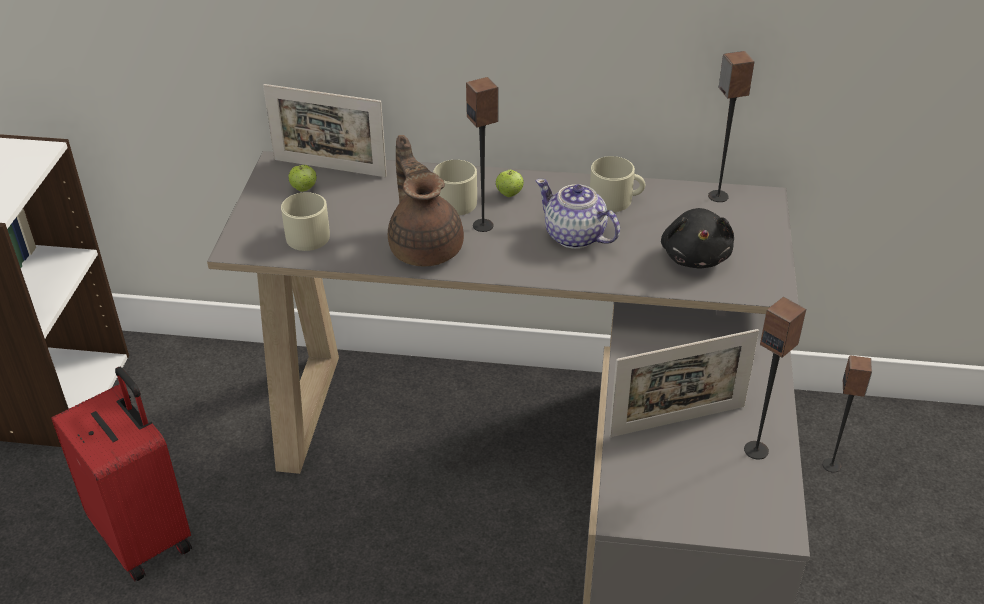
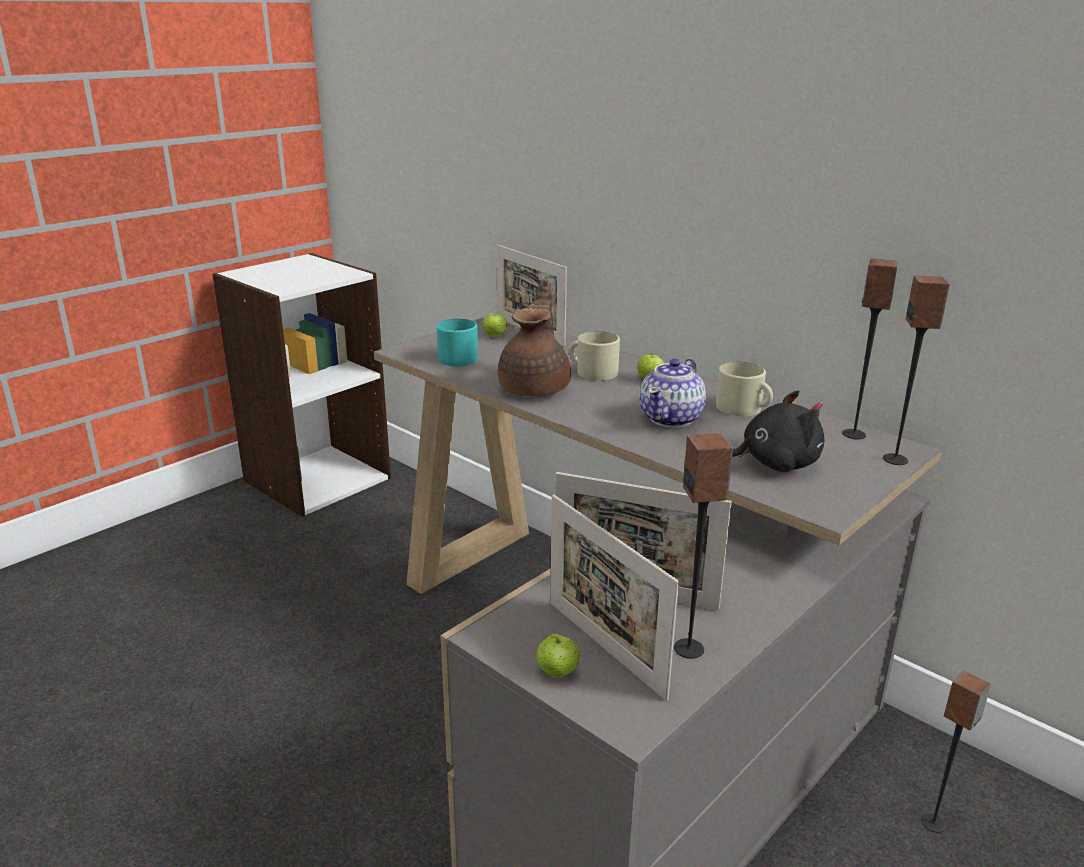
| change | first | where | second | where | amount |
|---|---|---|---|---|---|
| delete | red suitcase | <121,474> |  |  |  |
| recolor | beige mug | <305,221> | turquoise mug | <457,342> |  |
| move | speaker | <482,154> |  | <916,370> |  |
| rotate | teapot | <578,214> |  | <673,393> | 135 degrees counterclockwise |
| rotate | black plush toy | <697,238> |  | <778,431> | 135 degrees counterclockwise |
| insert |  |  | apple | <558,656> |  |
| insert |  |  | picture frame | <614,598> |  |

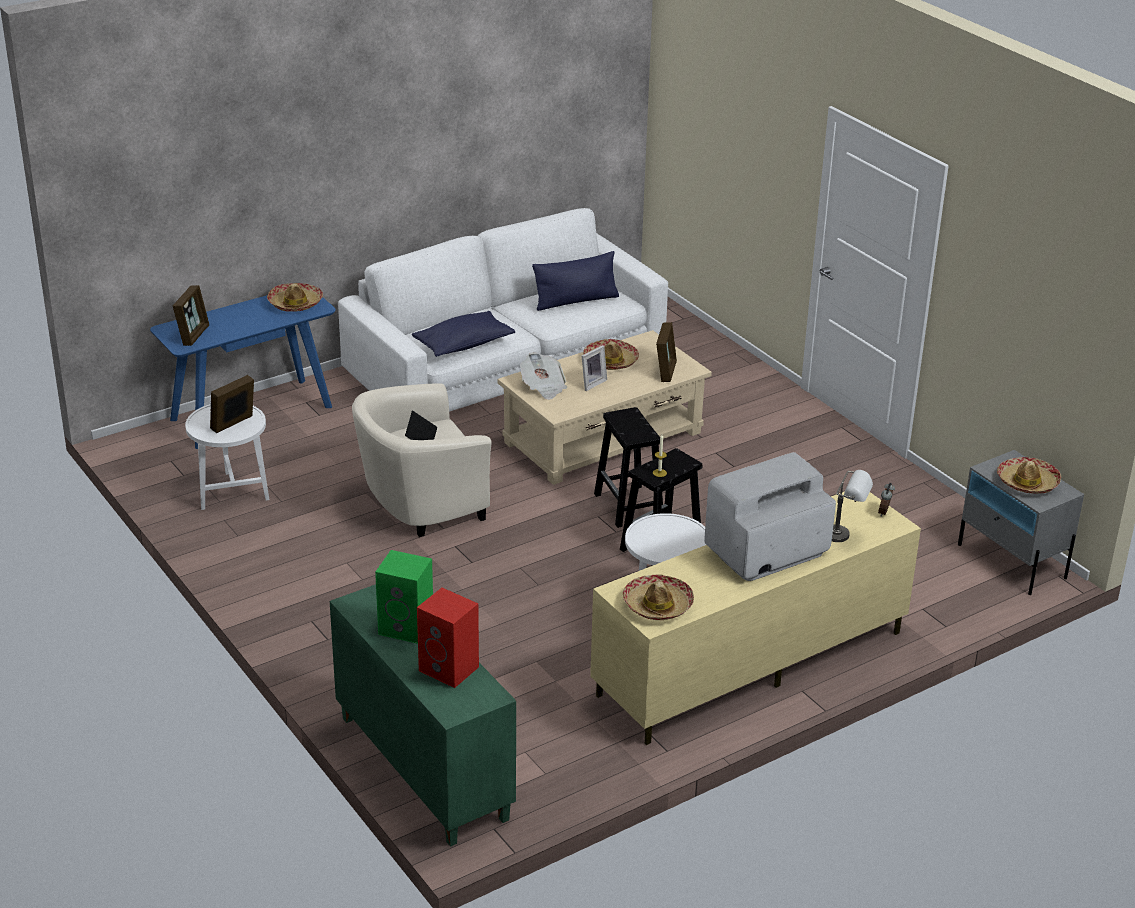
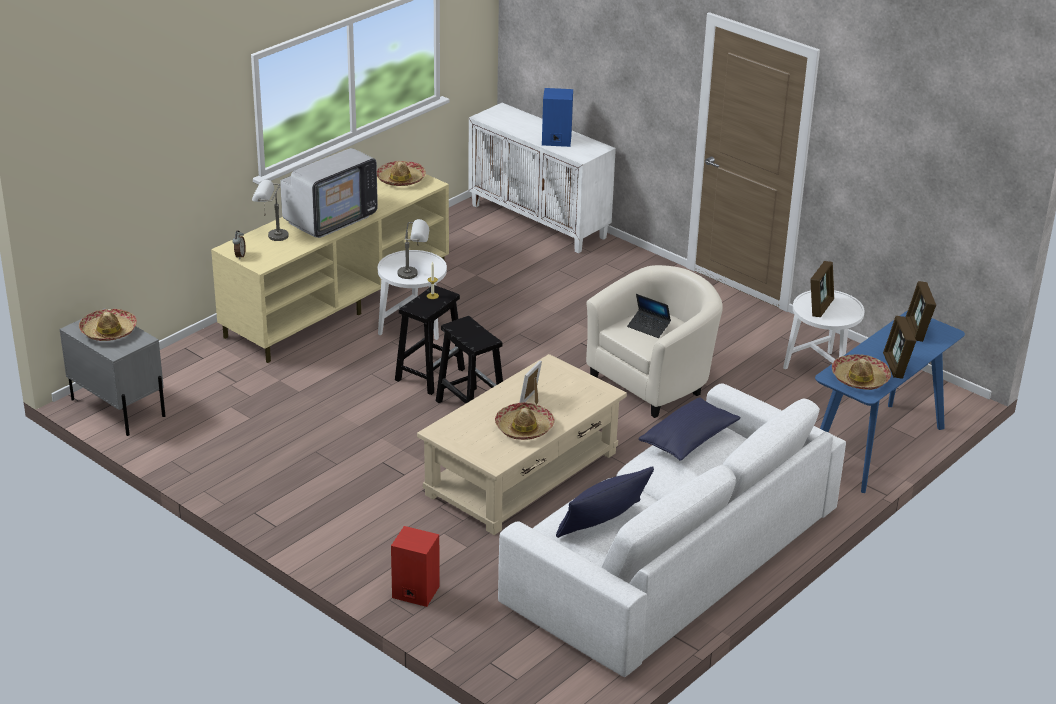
| change | first | where | second | where | amount |
|---|---|---|---|---|---|
| recolor | green cabinet | <423,715> | white cabinet | <542,178> |  |
| recolor | green speaker | <404,597> | blue speaker | <557,117> |  |
| move | red speaker | <448,638> |  | <415,566> |  |
| delete | newspaper | <543,376> |  |  |  |
| move | picture frame | <666,352> |  | <899,347> |  |
| insert |  |  | grey table lamp | <413,249> |  |

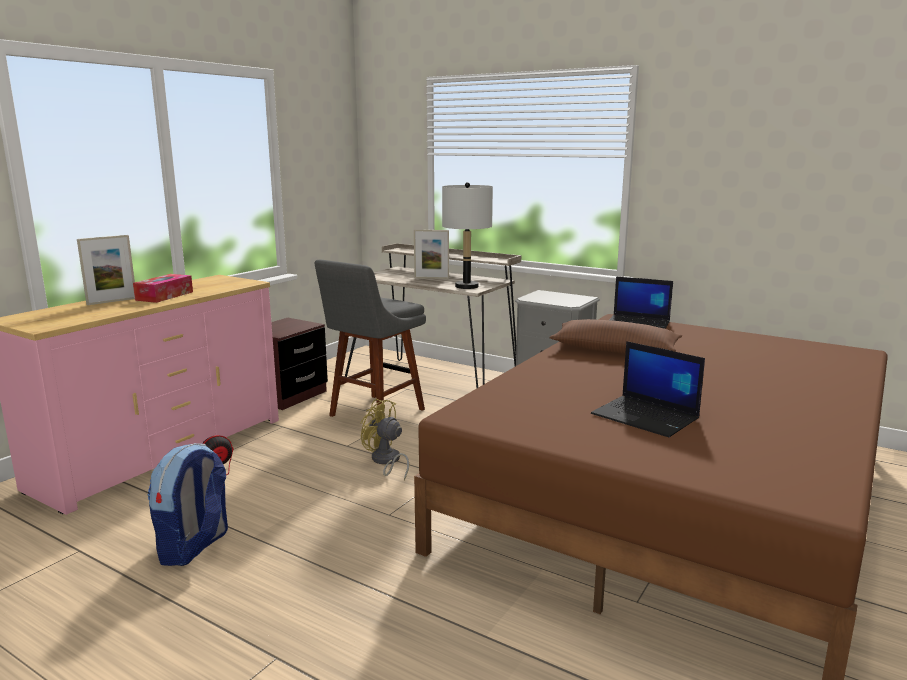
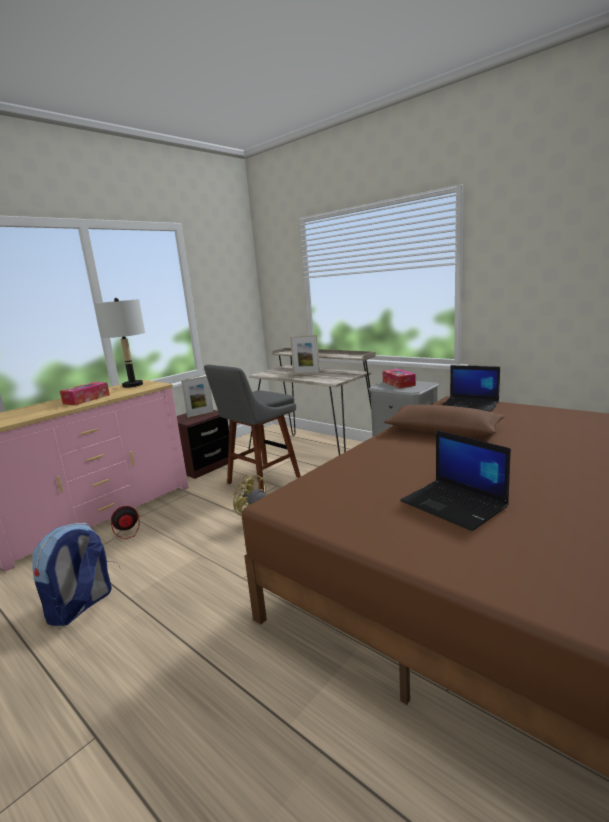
| change | first | where | second | where | amount |
|---|---|---|---|---|---|
| move | picture frame | <106,270> |  | <197,397> |  |
| move | grey table lamp | <467,235> |  | <119,343> |  |
| insert |  |  | tissue box | <399,378> |  |

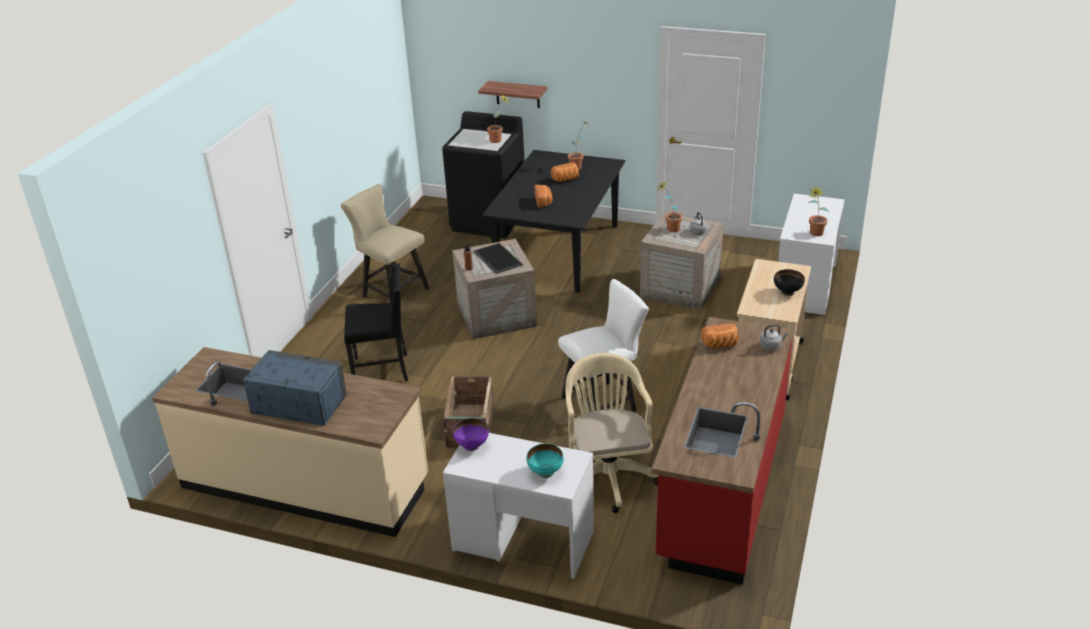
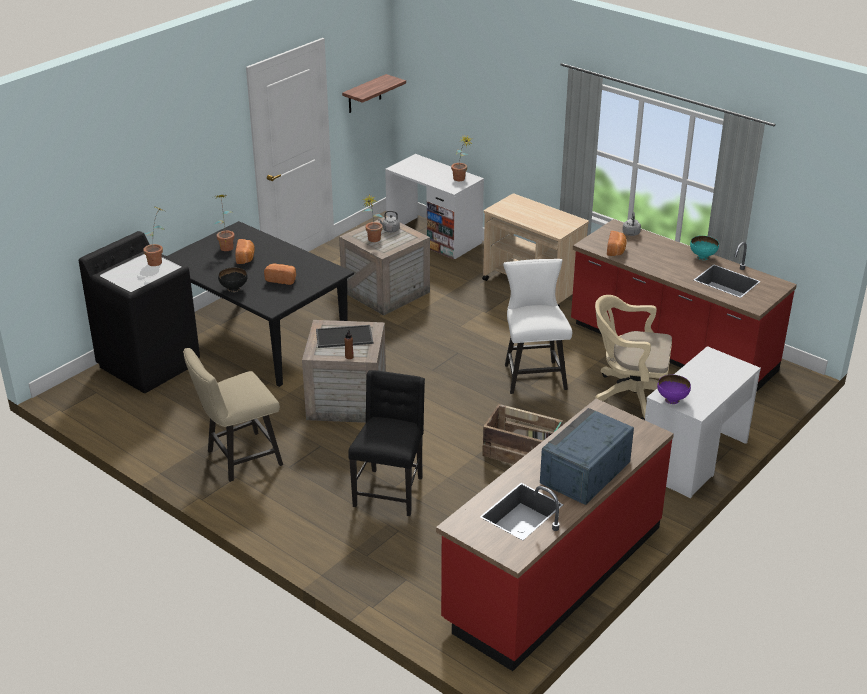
| change | first | where | second | where | amount |
|---|---|---|---|---|---|
| recolor | beige counter | <290,442> | red counter | <555,535> |  |
| move | shelf | <512,94> |  | <374,93> |  |
| move | turquoise bowl | <545,461> |  | <704,248> |  |
| move | black bowl | <789,282> |  | <233,279> |  |

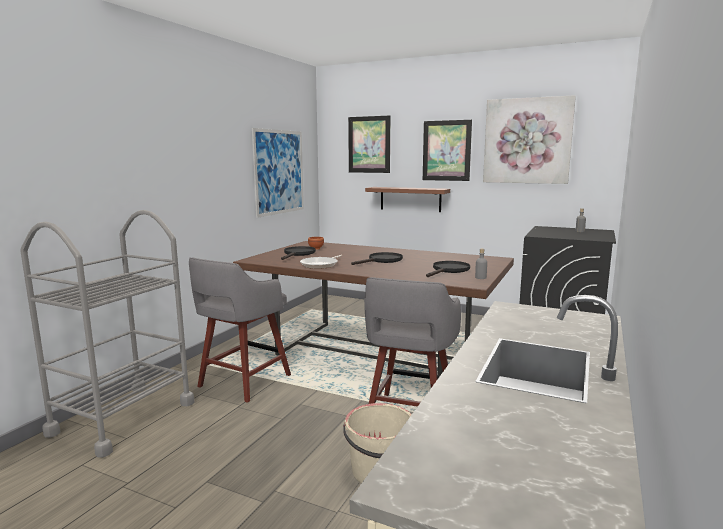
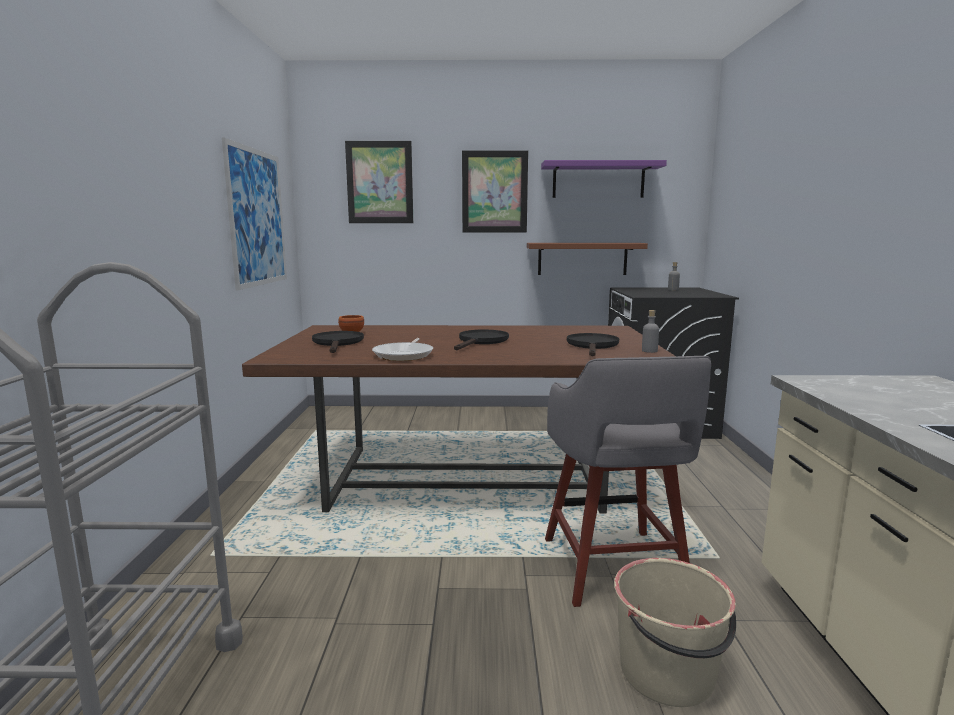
| change | first | where | second | where | amount |
|---|---|---|---|---|---|
| delete | grey stool | <240,330> |  |  |  |
| move | brown shelf | <407,199> |  | <587,259> |  |
| replace | picture | <529,139> | purple shelf | <604,179> |  |

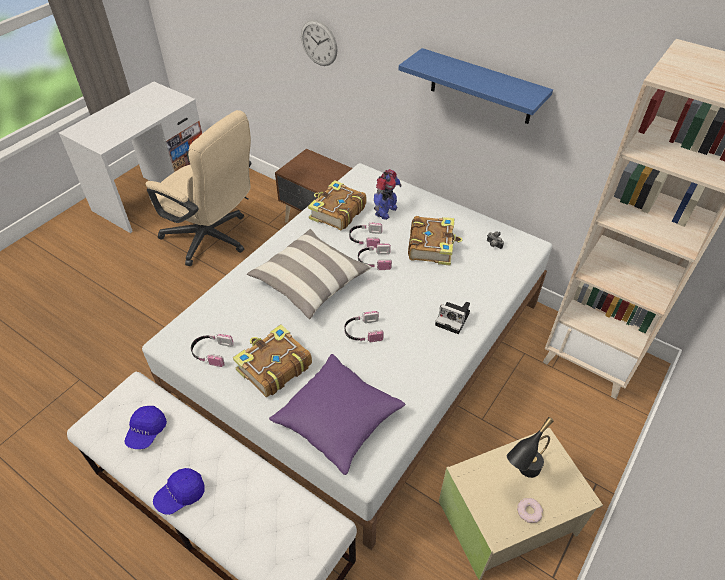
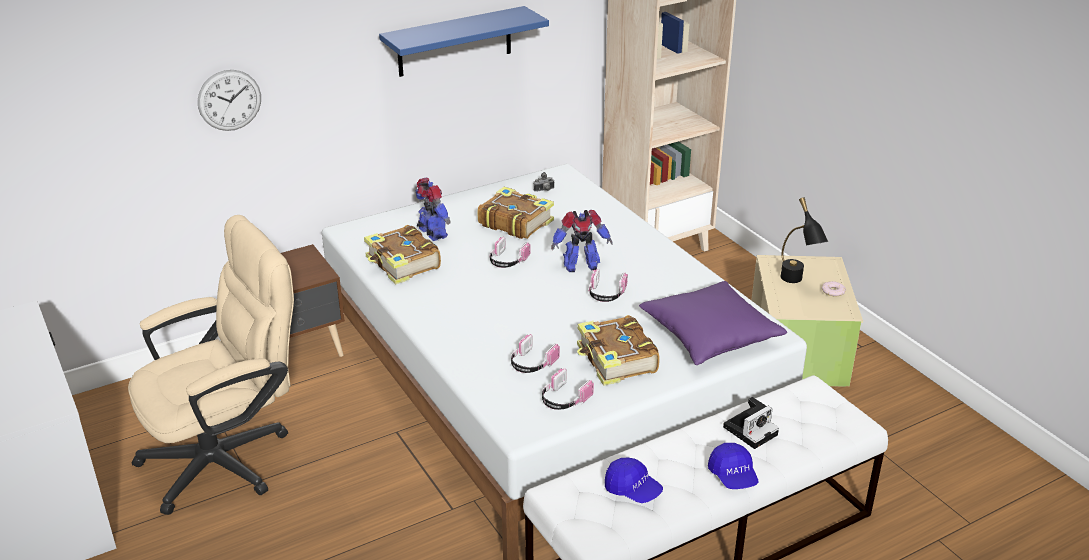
| change | first | where | second | where | amount |
|---|---|---|---|---|---|
| delete | pillow | <309,274> |  |  |  |
| move | headphones | <365,235> |  | <535,353> |  |
| move | photo camera | <452,317> |  | <751,423> |  |
| insert |  |  | toy robot | <582,241> |  |

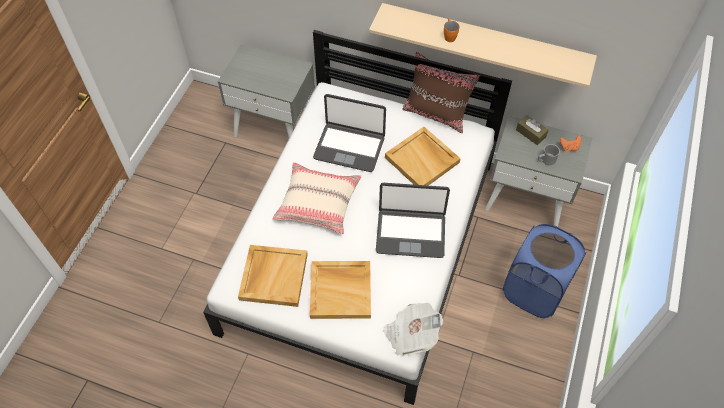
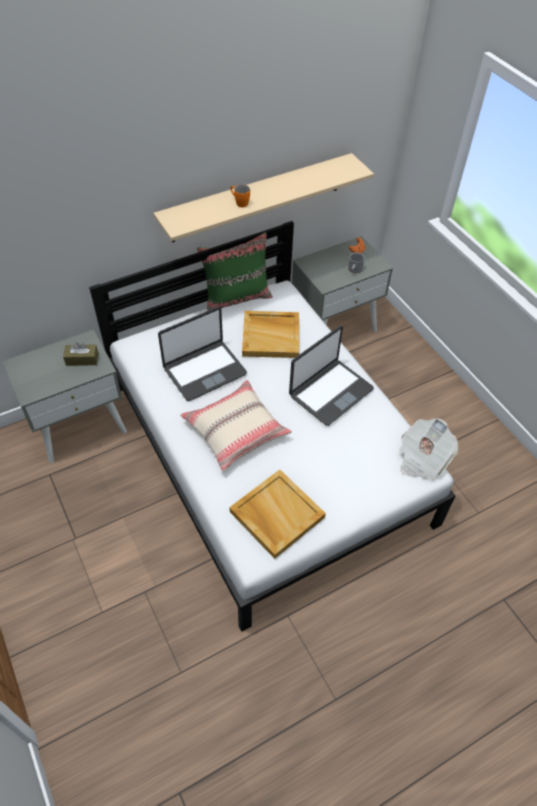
| change | first | where | second | where | amount |
|---|---|---|---|---|---|
| delete | beige tray | <340,290> |  |  |  |
| recolor | brown pillow | <441,92> | green pillow | <235,271> |  |
| delete | blue laundry basket | <544,271> |  |  |  |
| move | brown tissue box | <532,130> |  | <80,354> |  |

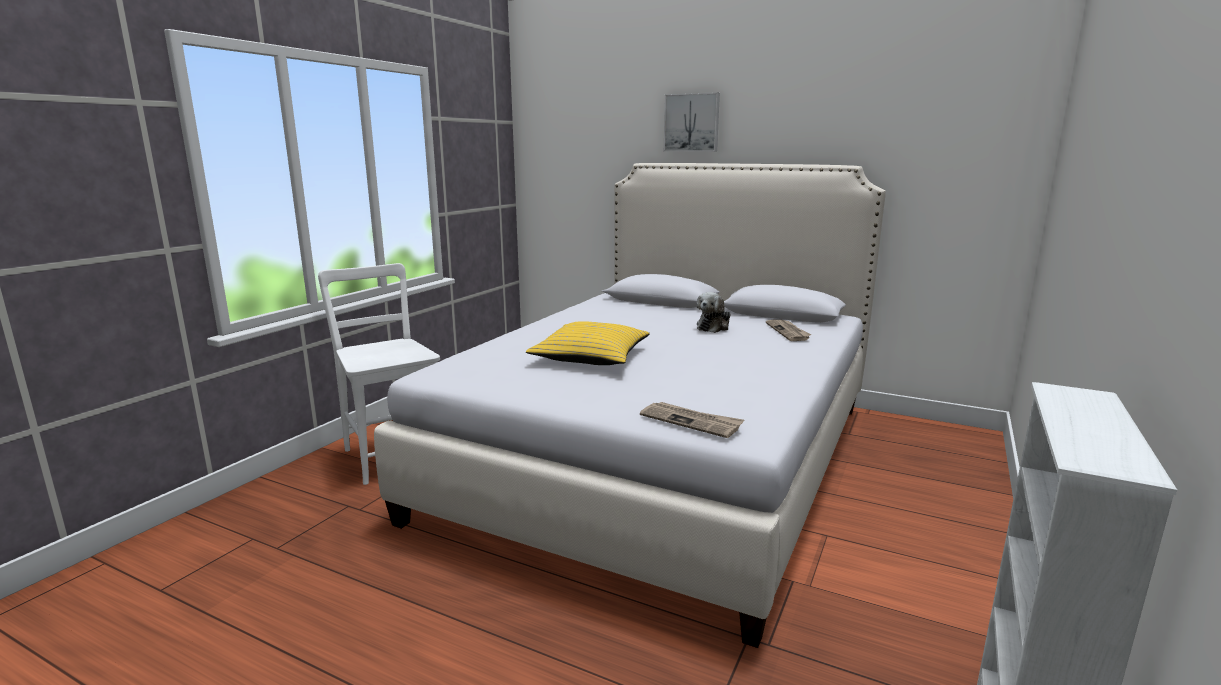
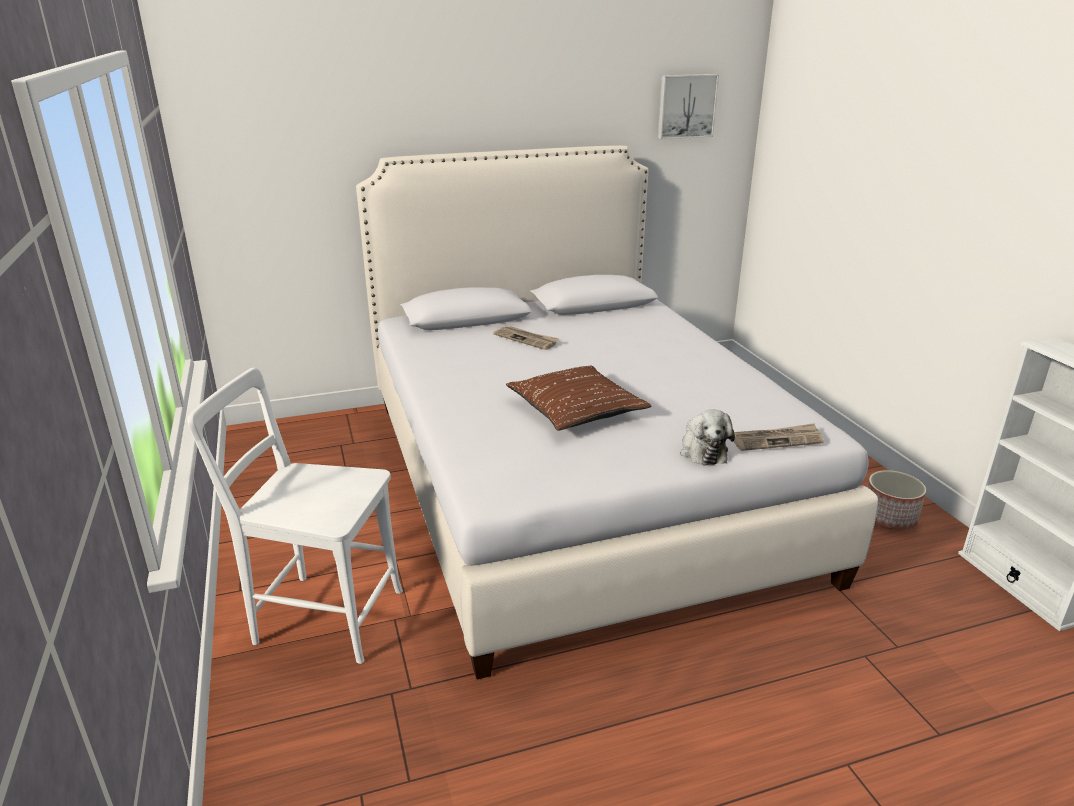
| change | first | where | second | where | amount |
|---|---|---|---|---|---|
| recolor | yellow pillow | <587,343> | brown pillow | <579,398> |  |
| move | picture | <692,122> |  | <688,107> |  |
| move | plush toy | <713,312> |  | <707,437> |  |
| move | newspaper | <788,330> |  | <526,338> |  |
| insert |  |  | planter | <896,500> |  |

